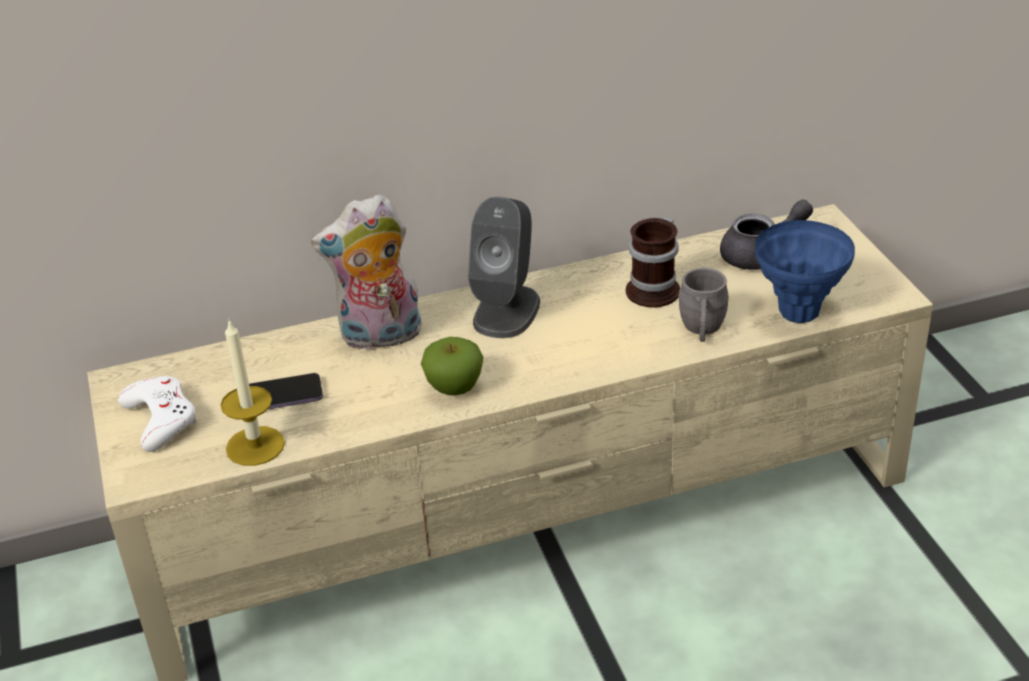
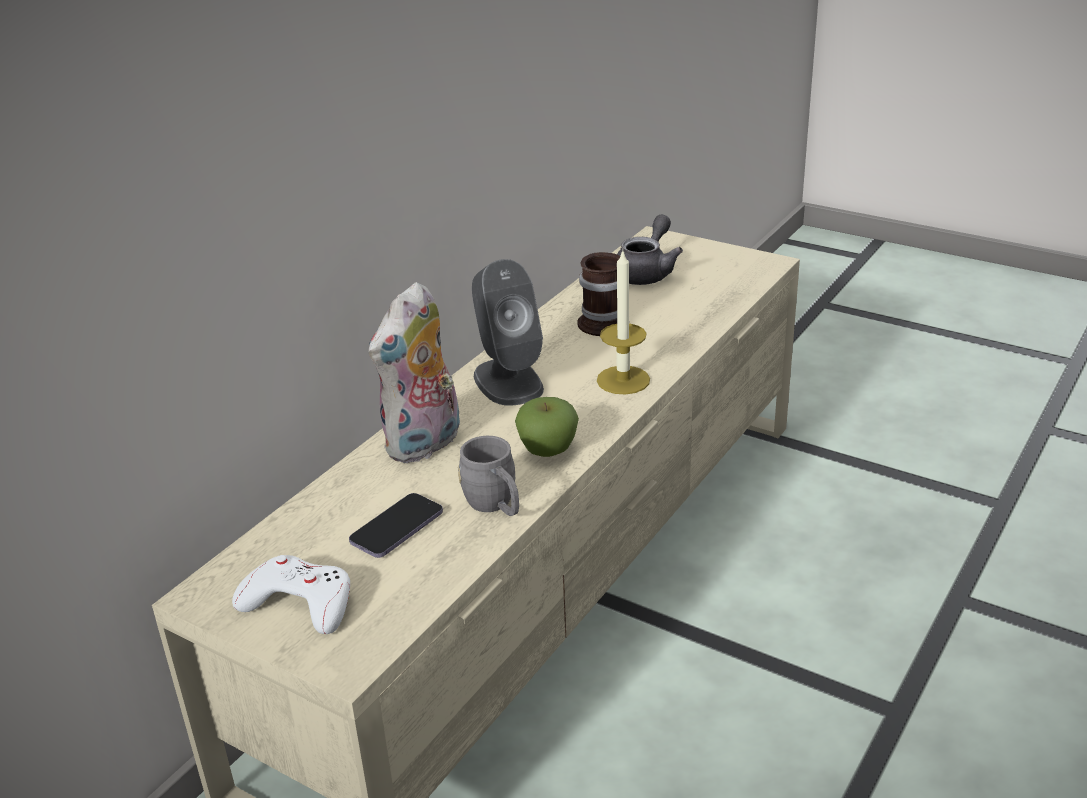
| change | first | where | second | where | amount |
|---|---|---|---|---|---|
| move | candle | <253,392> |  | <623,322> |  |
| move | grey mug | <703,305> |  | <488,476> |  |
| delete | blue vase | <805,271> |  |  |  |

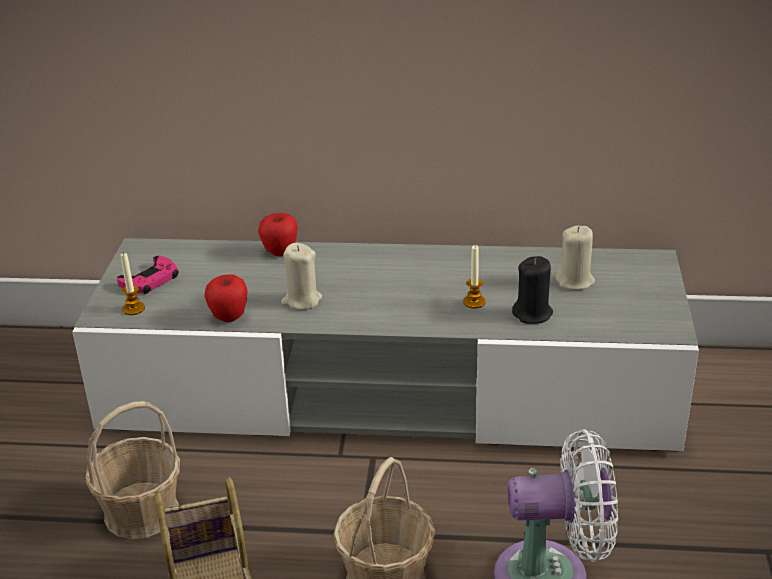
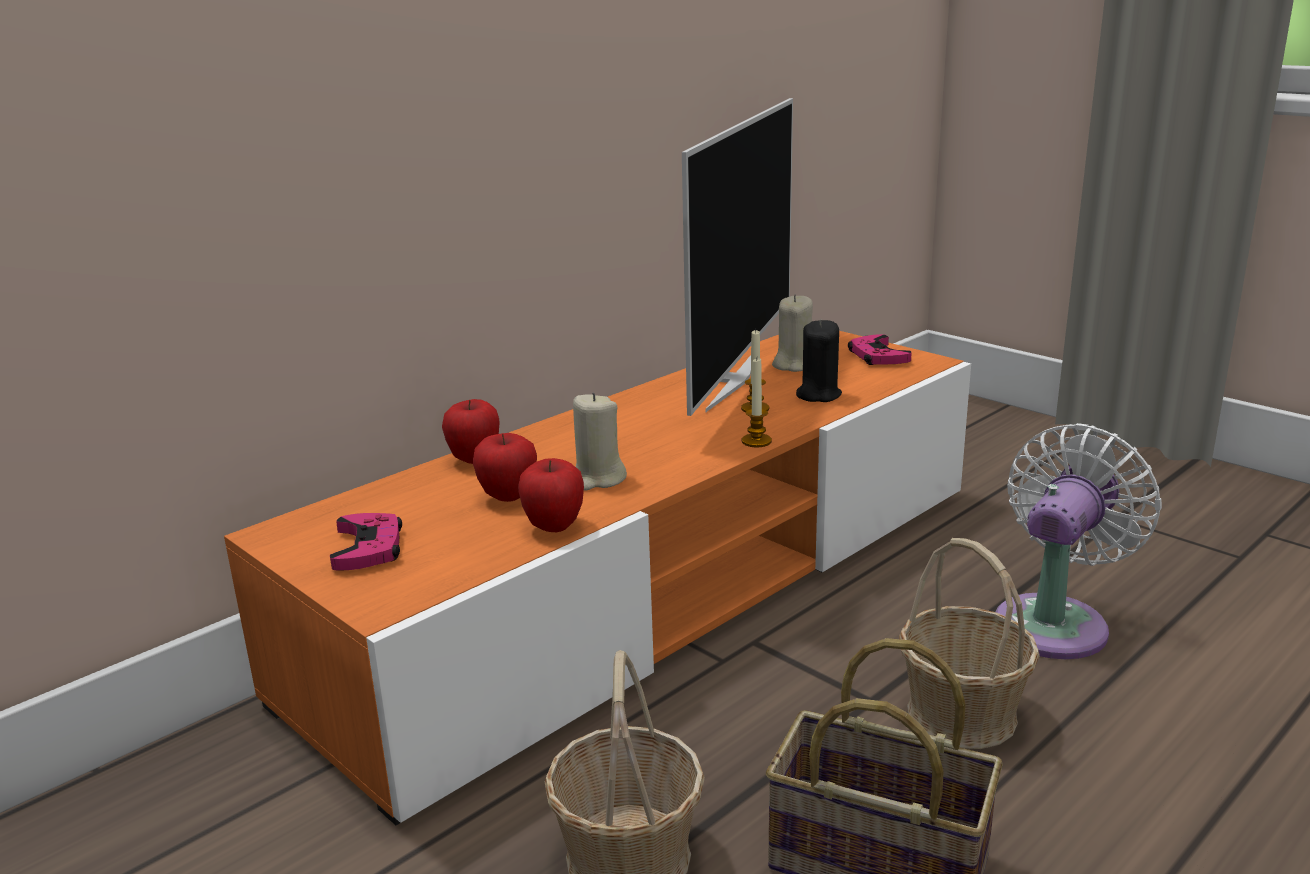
| change | first | where | second | where | amount |
|---|---|---|---|---|---|
| recolor | grey tv stand | <385,345> | orange tv stand | <597,578> |  |
| move | candle | <133,283> |  | <757,402> |  |
| insert |  |  | apple | <505,467> |  |
| insert |  |  | television | <737,257> |  |
| insert |  |  | pink game controller | <879,349> |  |

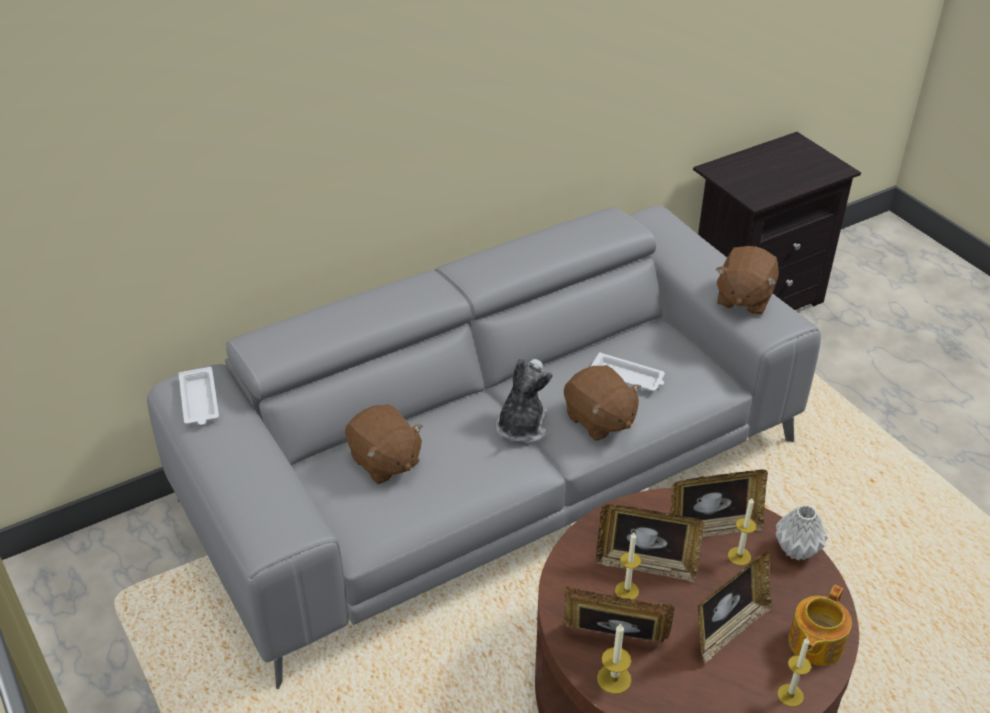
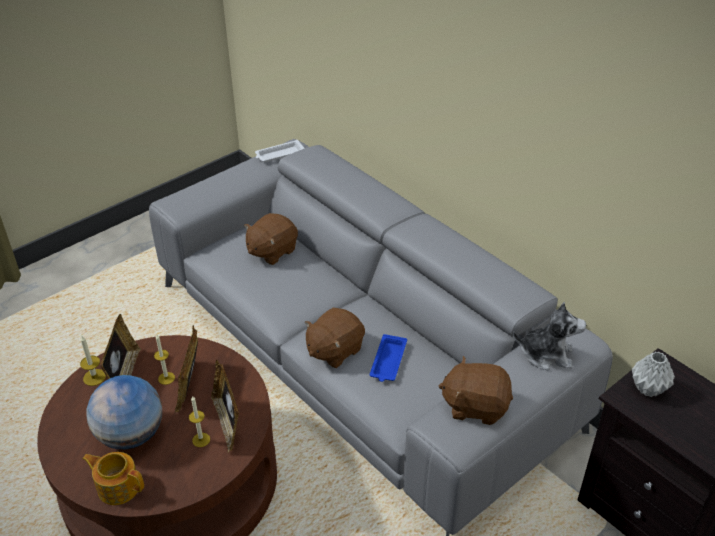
| change | first | where | second | where | amount |
|---|---|---|---|---|---|
| move | plush toy | <524,401> |  | <549,336> |  |
| recolor | white tray | <627,371> | blue tray | <388,358> |  |
| replace | picture frame | <735,608> | globe | <124,412> |  |
| move | grey vase | <802,533> |  | <653,374> |  |
| delete | candle | <794,672> |  |  |  |

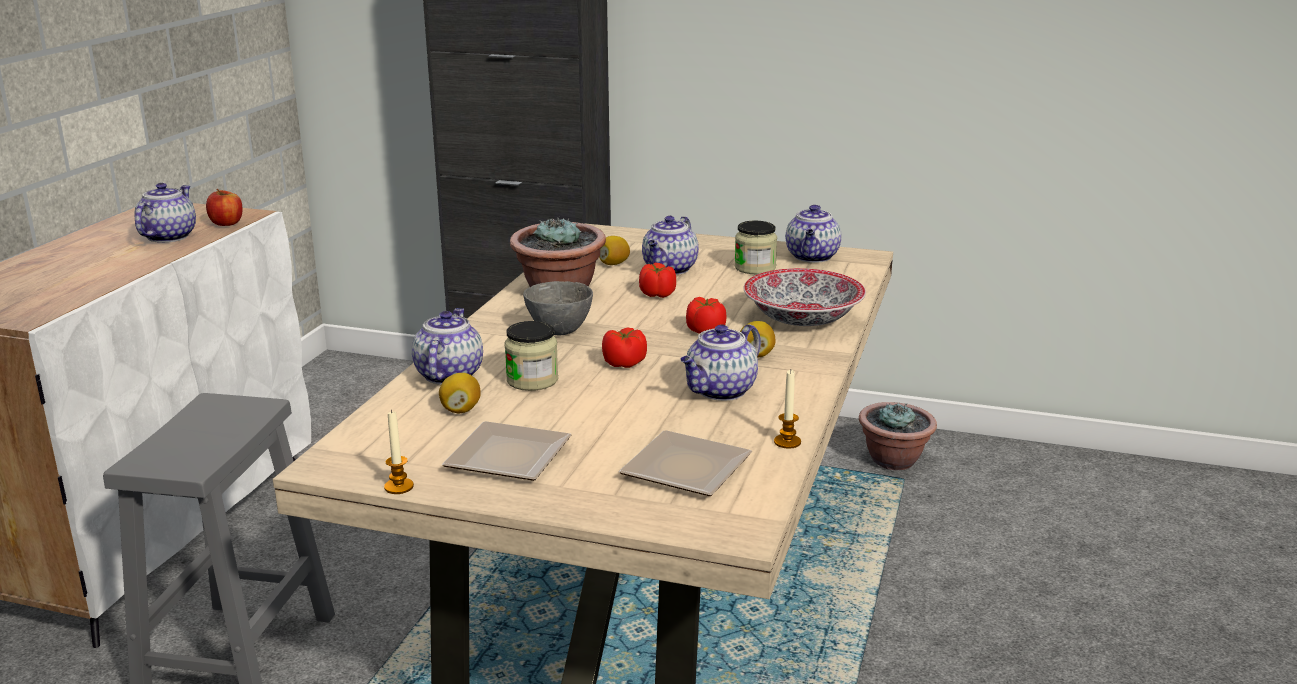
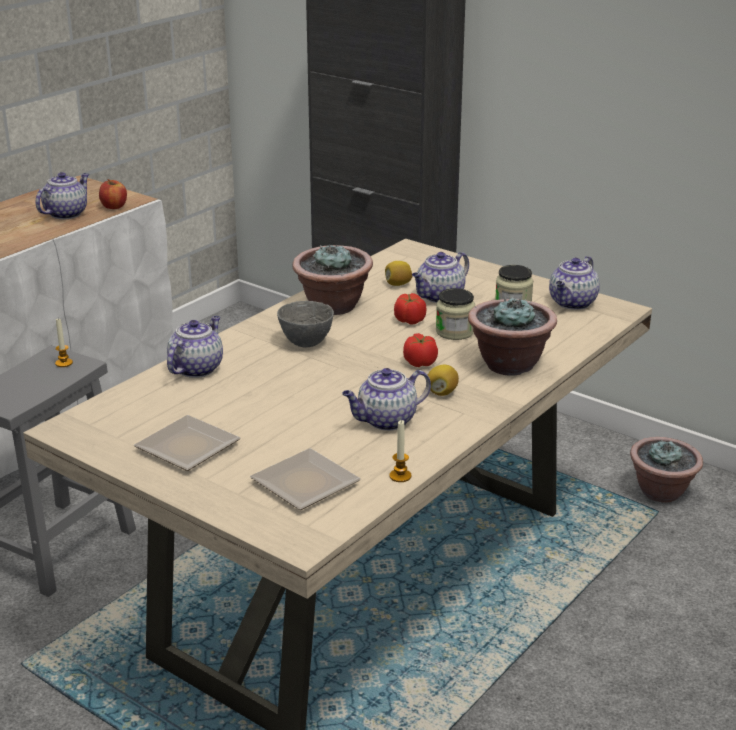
| change | first | where | second | where | amount |
|---|---|---|---|---|---|
| move | candle | <399,452> |  | <64,343> |  |
| delete | lemon | <460,393> |  |  |  |
| move | jar | <531,356> |  | <455,314> |  |
| delete | tomato | <624,348> |  |  |  |
| replace | bowl | <804,297> | potted plant | <512,336> |  |

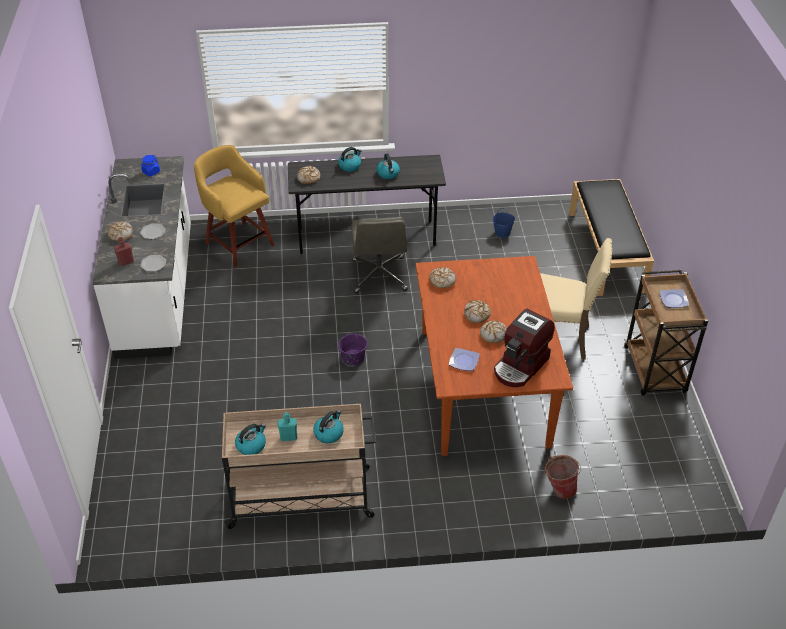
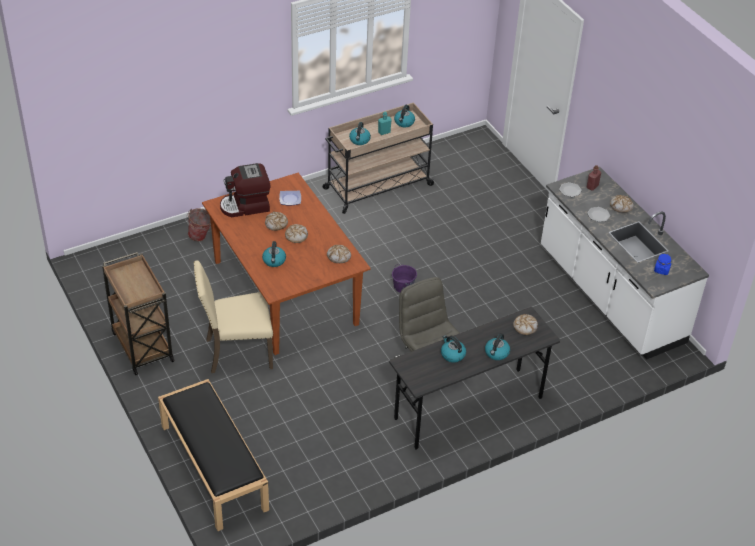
| change | first | where | second | where | amount |
|---|---|---|---|---|---|
| delete | yellow stool | <234,206> |  |  |  |
| delete | blue bucket | <504,223> |  |  |  |
| rotate | coffee machine | <524,347> |  | <245,190> | 120 degrees counterclockwise |
| delete | plate | <674,298> |  |  |  |
| insert |  |  | kettle | <274,254> |  |

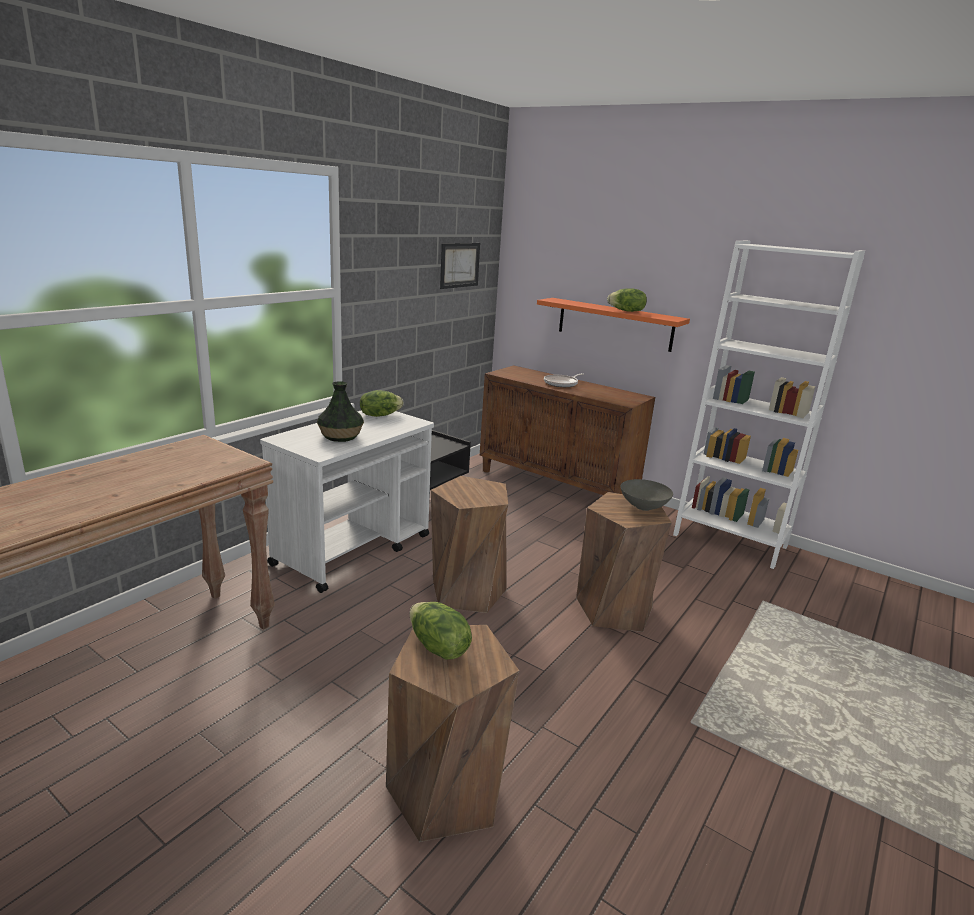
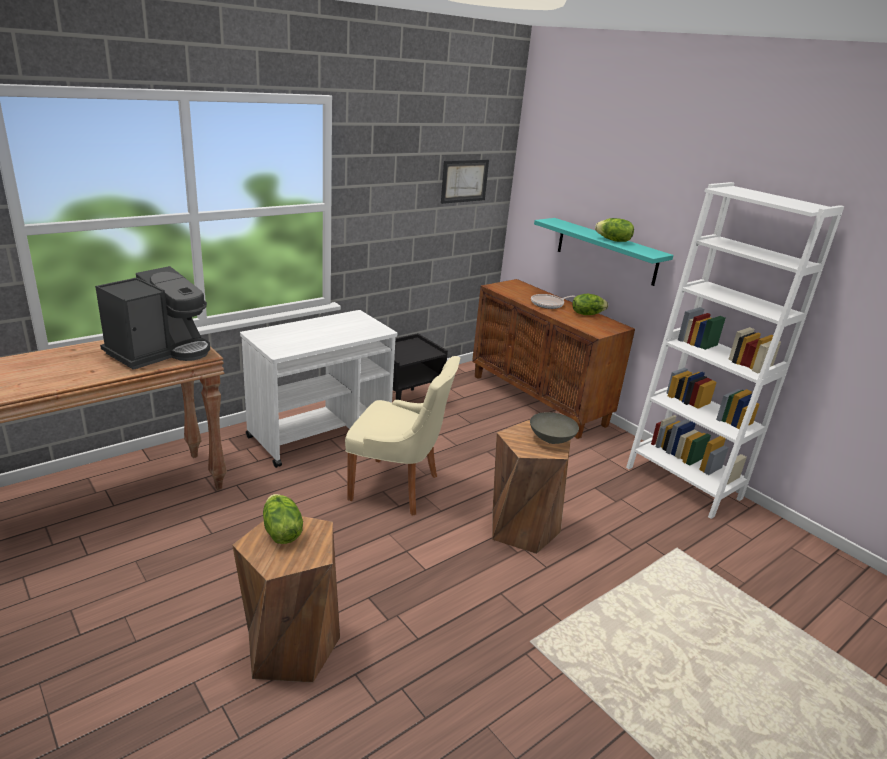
| change | first | where | second | where | amount |
|---|---|---|---|---|---|
| delete | vase | <340,411> |  |  |  |
| move | lettuce | <381,403> |  | <590,304> |  |
| replace | brown stool | <469,544> | beige chair | <403,436> |  |
| recolor | orange shelf | <613,325> | turquoise shelf | <604,252> |  |
| insert |  |  | coffee machine | <152,318> |  |

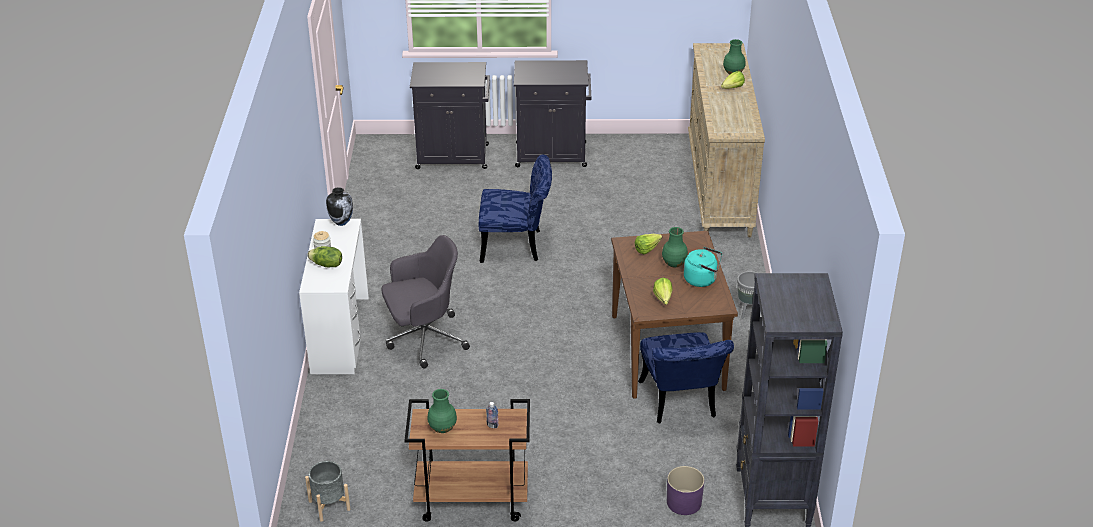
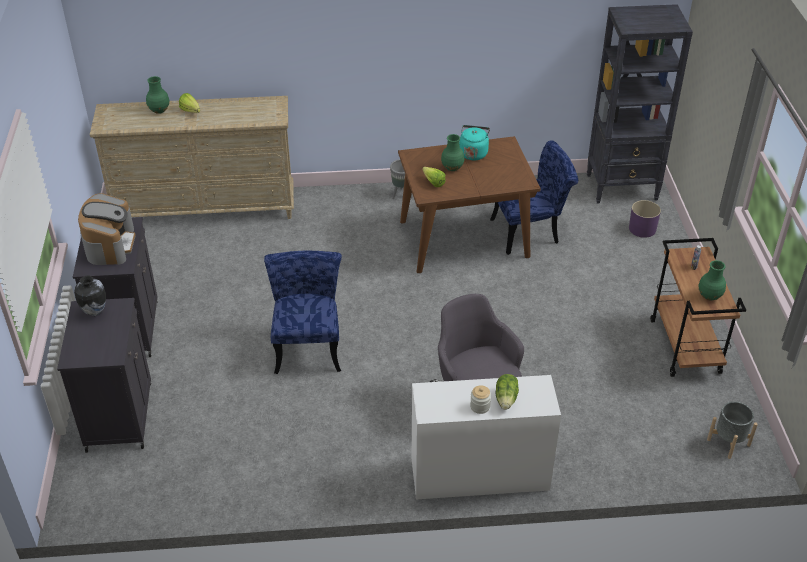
| change | first | where | second | where | amount |
|---|---|---|---|---|---|
| move | vase | <339,206> |  | <90,296> |  |
| delete | lettuce | <662,291> |  |  |  |
| insert |  |  | coffee machine | <107,229> |  |

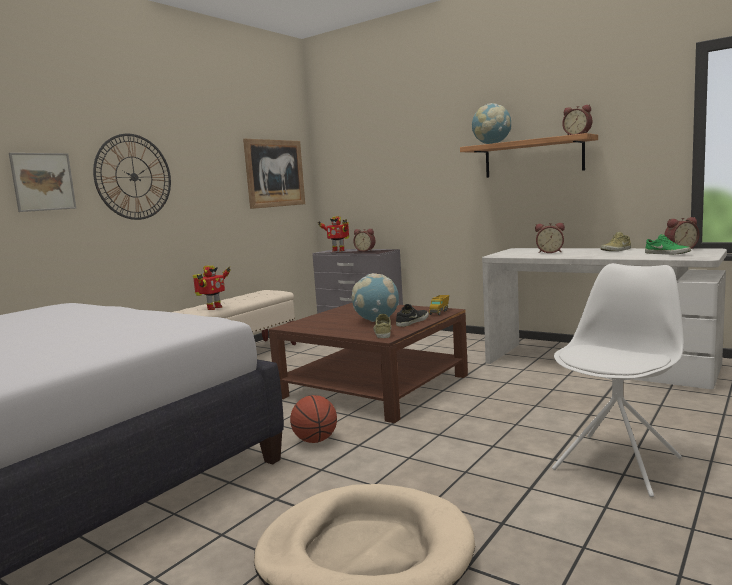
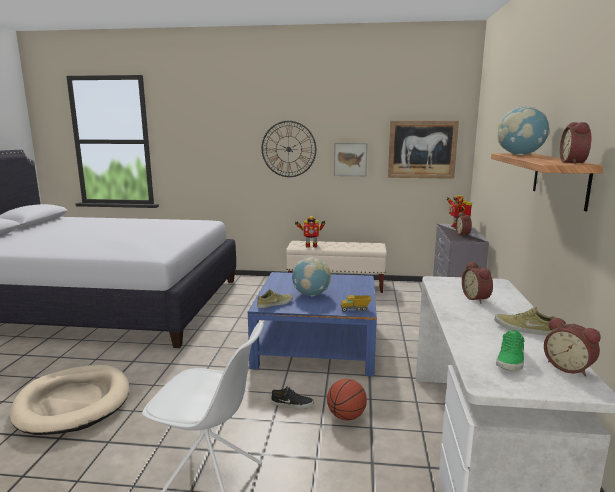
| change | first | where | second | where | amount |
|---|---|---|---|---|---|
| move | picture | <42,182> |  | <350,159> |  |
| recolor | brown coffee table | <368,363> | blue coffee table | <312,324> |  |
| move | basketball | <313,419> |  | <347,399> |  |
| move | black shoe | <412,315> |  | <292,397> |  |

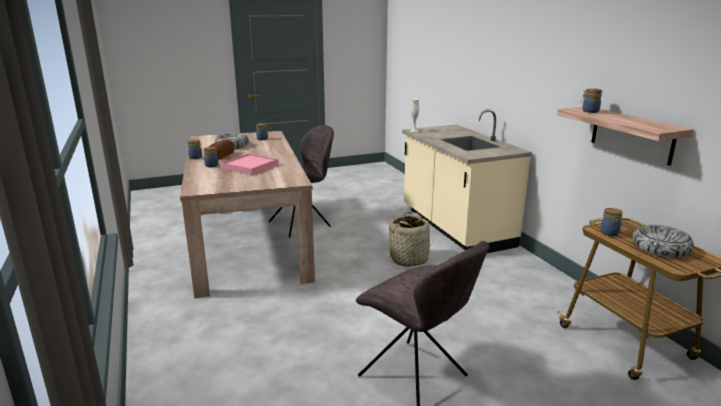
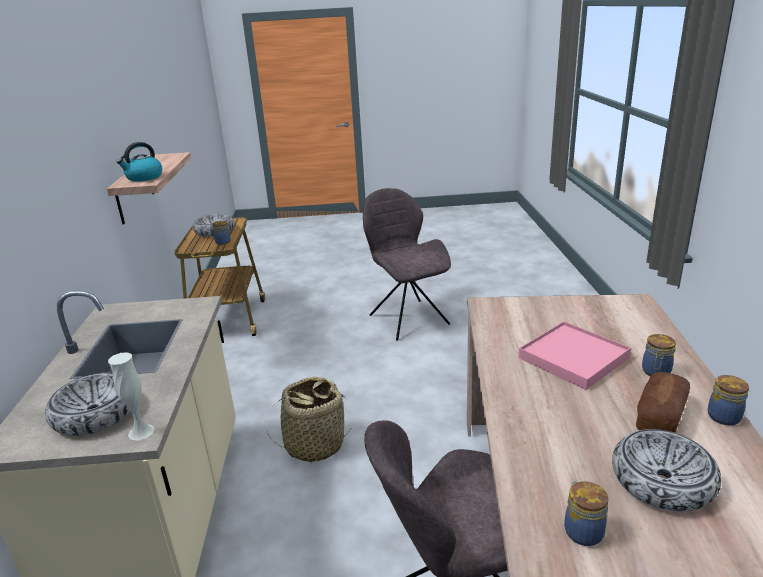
| change | first | where | second | where | amount |
|---|---|---|---|---|---|
| replace | jar | <591,100> | kettle | <139,161> |  |
| insert |  |  | bowl | <87,404> |  |

